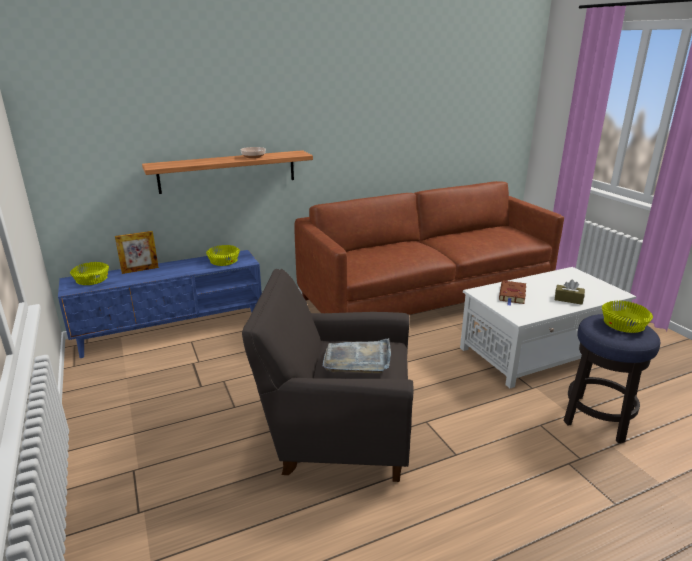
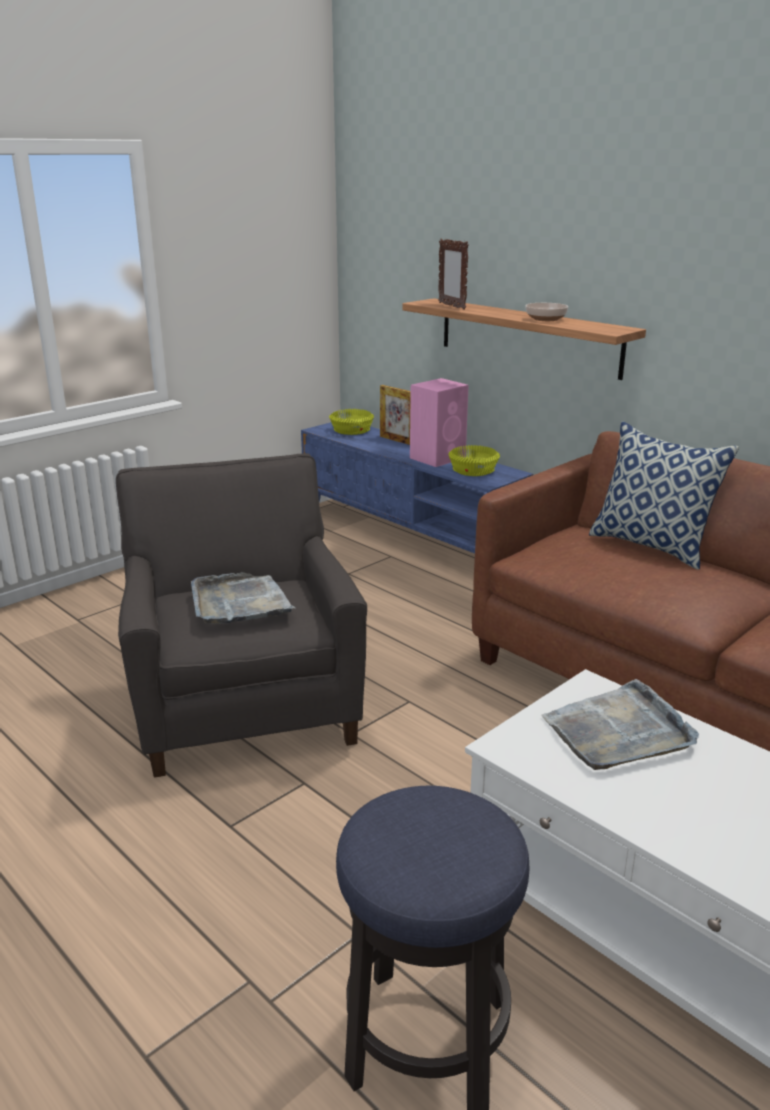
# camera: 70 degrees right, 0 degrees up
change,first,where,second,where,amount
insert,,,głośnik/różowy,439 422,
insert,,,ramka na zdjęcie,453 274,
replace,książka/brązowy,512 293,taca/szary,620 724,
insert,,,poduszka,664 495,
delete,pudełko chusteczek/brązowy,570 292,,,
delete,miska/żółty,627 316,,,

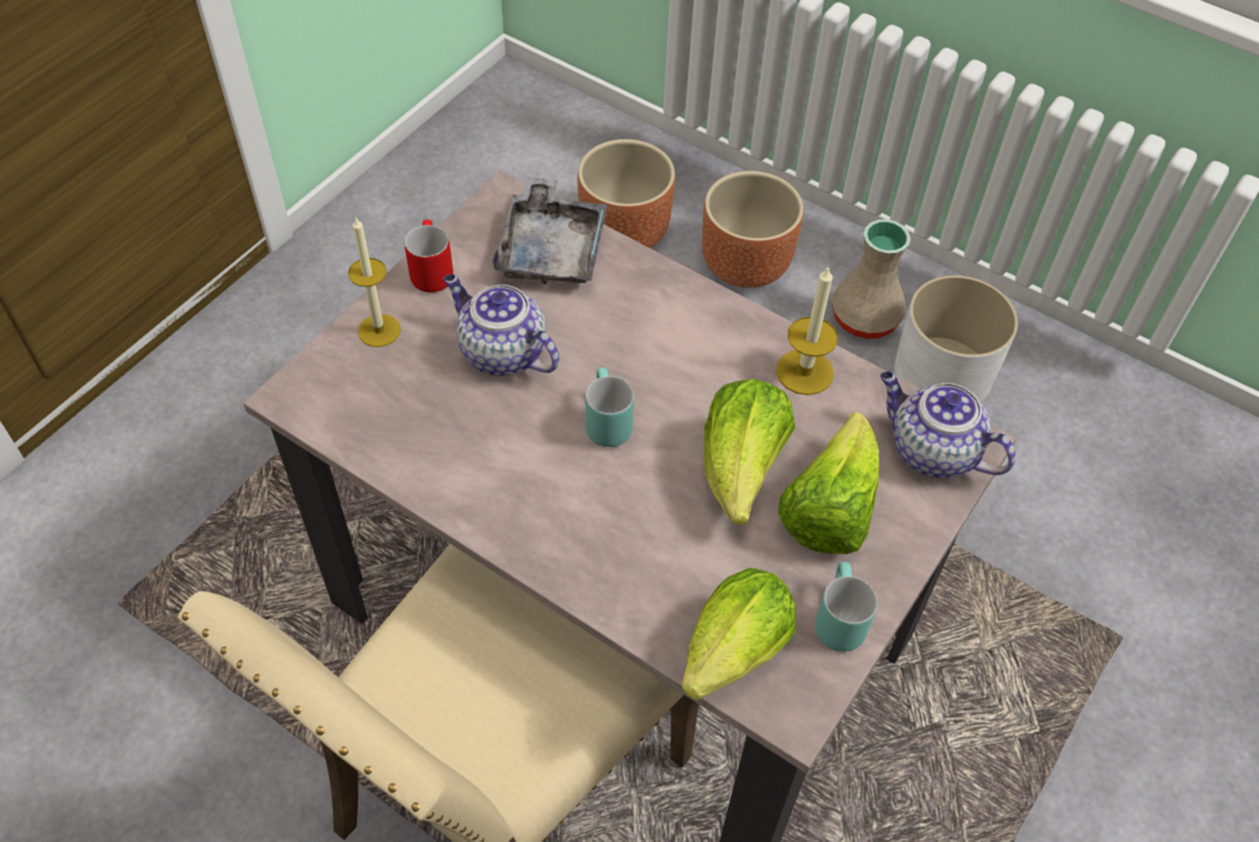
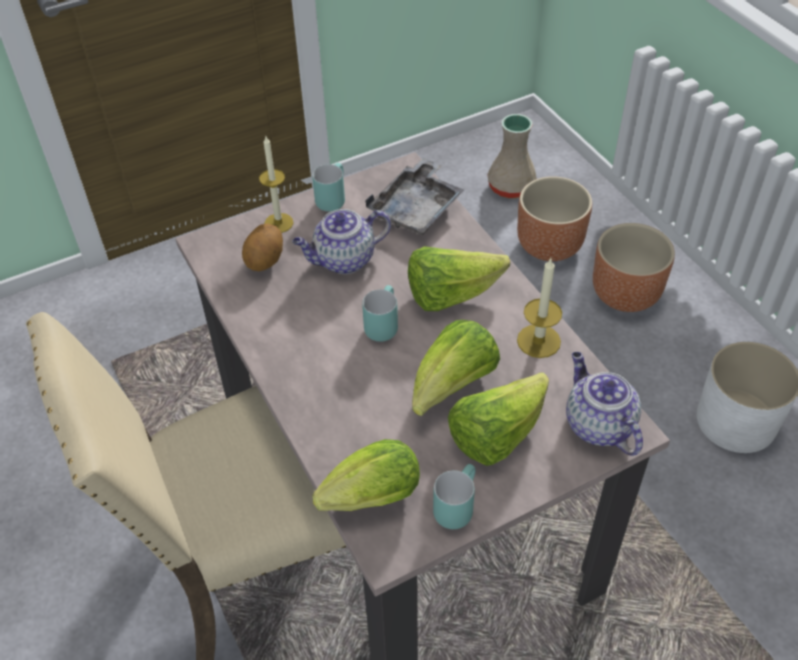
# camera: 30 degrees right, 5 degrees down
change,first,where,second,where,amount
insert,,,ziemniak,262 247,
rotate,imbryk,501 325,,341 241,90 degrees counterclockwise
recolor,kubek/czerwony,429 255,kubek/turkusowy,328 187,
insert,,,sałata,459 278,
move,wazon/beżowy,871 279,,512 156,

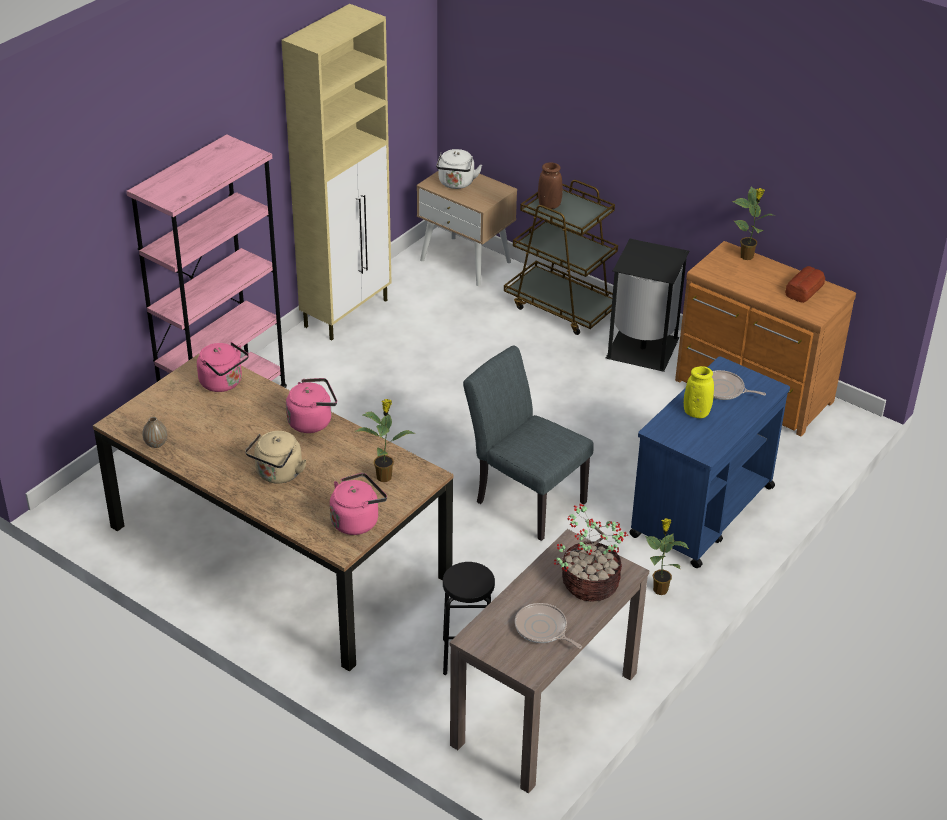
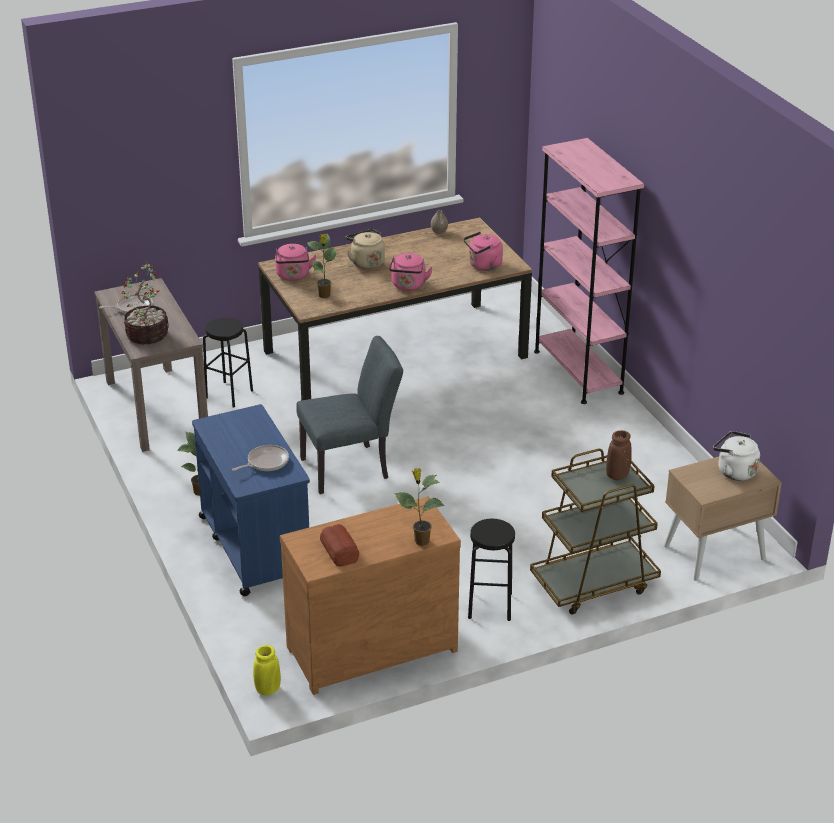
# camera: 120 degrees right, 5 degrees down
change,first,where,second,where,amount
move,wazon/żółty,699 392,,267 670,
replace,kosz na śmieci/czarny,647 305,stołek/czarny,491 570,
delete,szafka/beżowy,336 172,,,

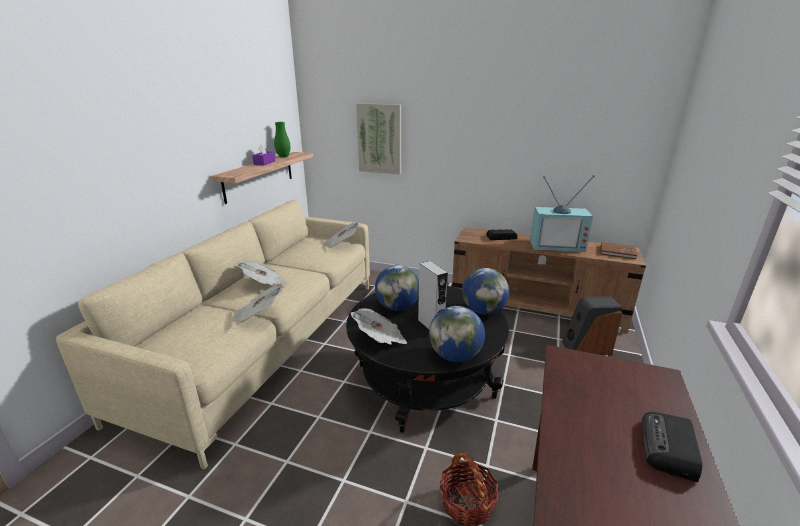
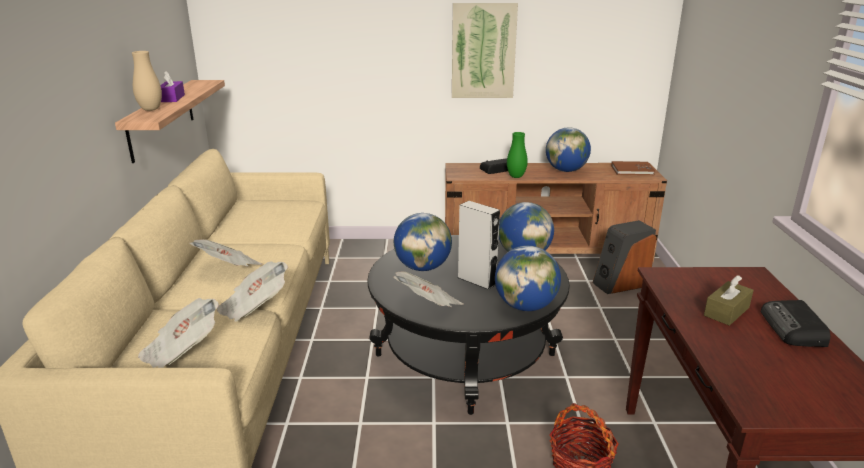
# camera: 20 degrees left, 0 degrees up
change,first,where,second,where,amount
insert,,,wazon/beżowy,147 81,
move,gazeta,341 235,,178 333,
move,obraz,378 138,,485 50,
move,wazon/zielony,282 140,,517 155,
replace,telewizor,562 213,globus,568 149,
insert,,,pudełko chusteczek/brązowy,729 301,

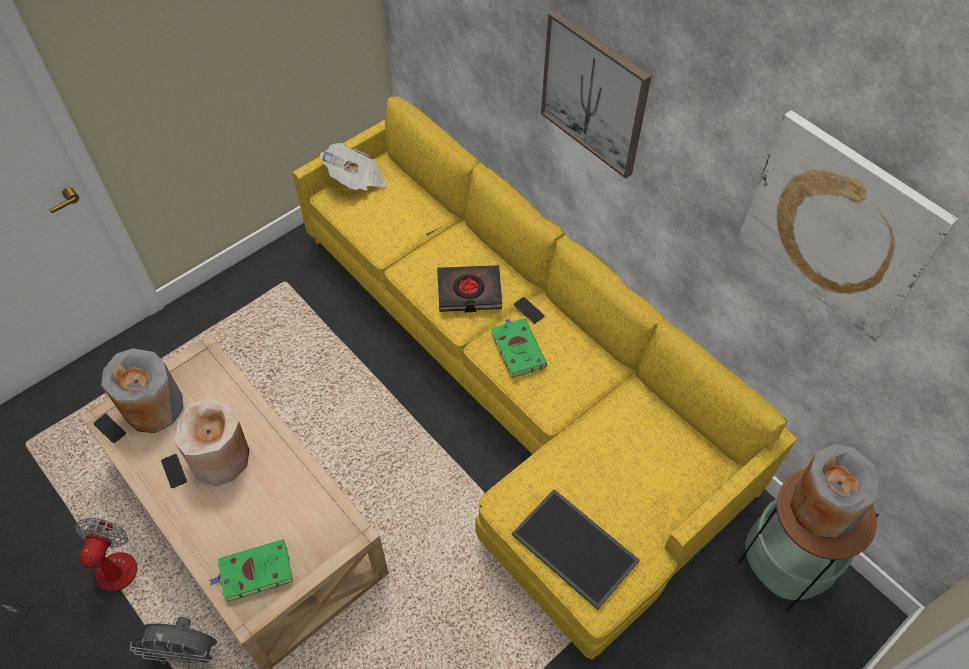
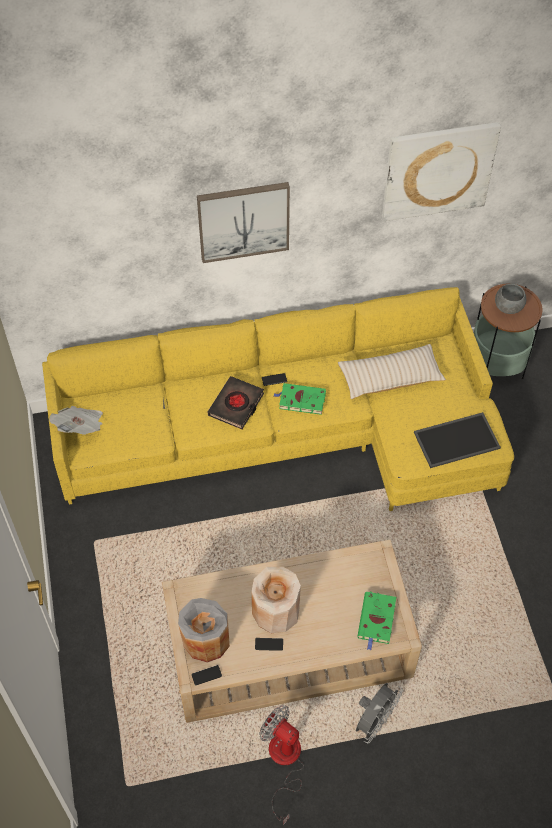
# camera: 60 degrees left, 0 degrees up
change,first,where,second,where,amount
insert,,,poduszka/beżowy,392 371,
replace,wazon/szary,834 491,miska/szary,510 299,

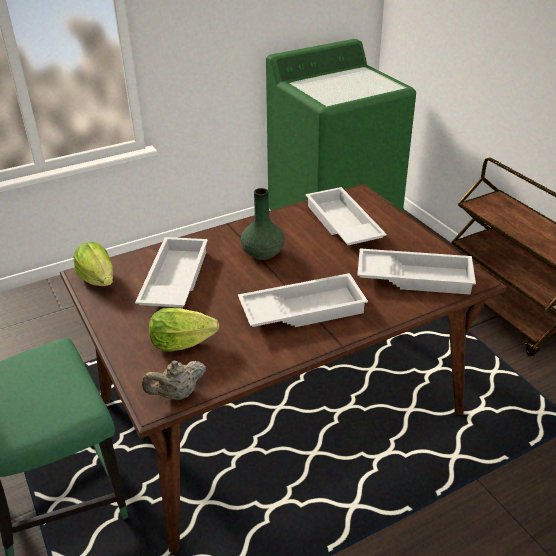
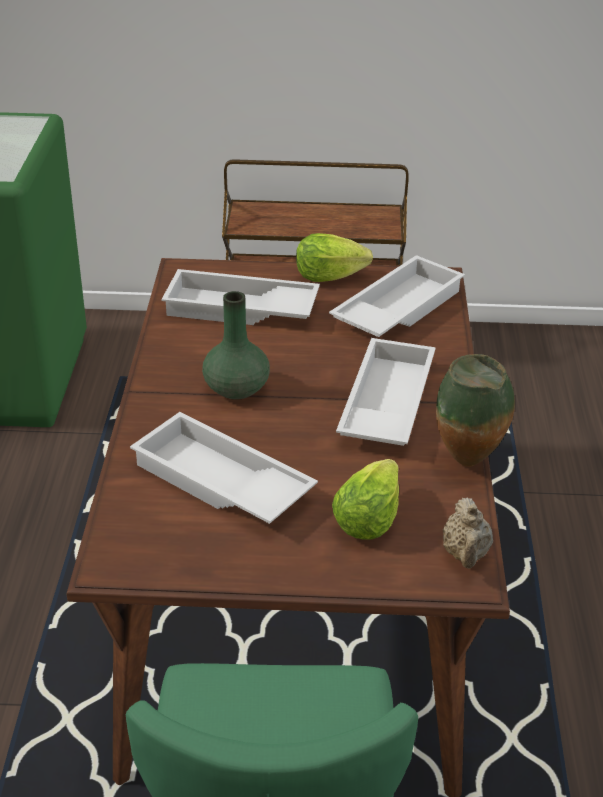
# camera: 60 degrees left, 0 degrees up
change,first,where,second,where,amount
move,sałata,93 264,,334 257,
insert,,,wazon,475 410,

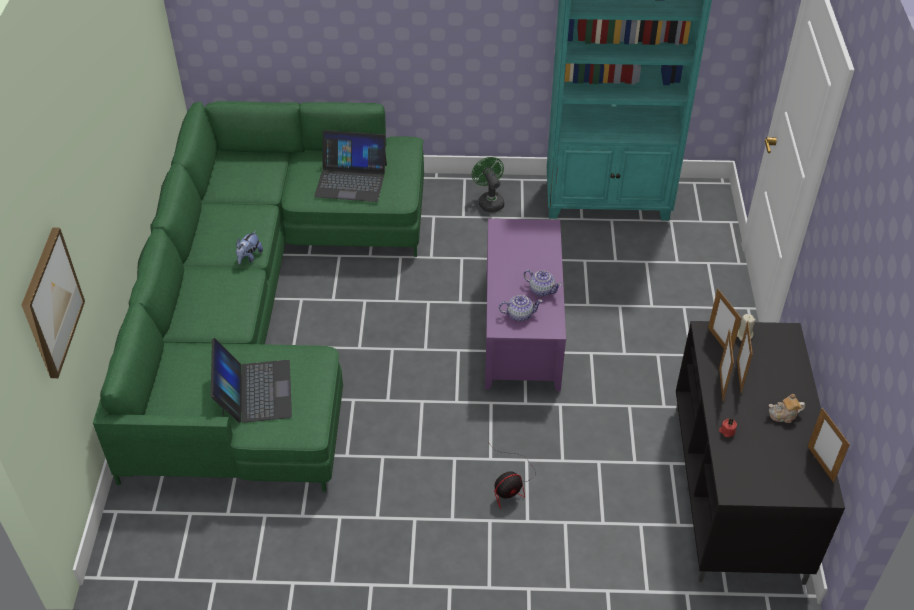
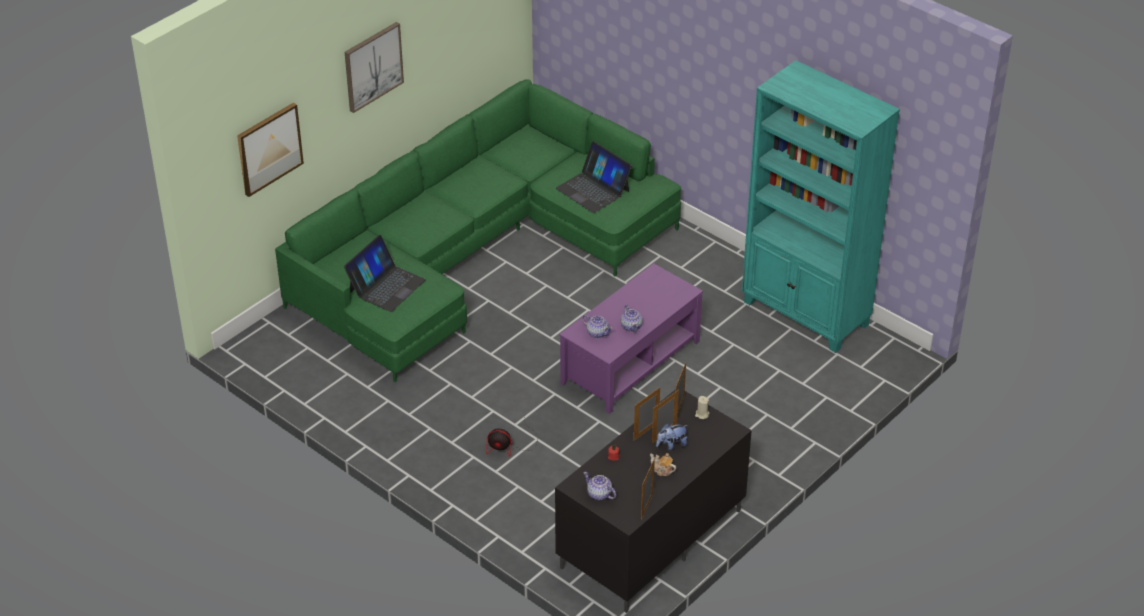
# camera: 40 degrees right, 5 degrees down
change,first,where,second,where,amount
insert,,,obraz,374 67,
insert,,,imbryk,600 486,
move,pluszak,249 248,,672 437,
delete,wentylator/zielony,488 184,,,

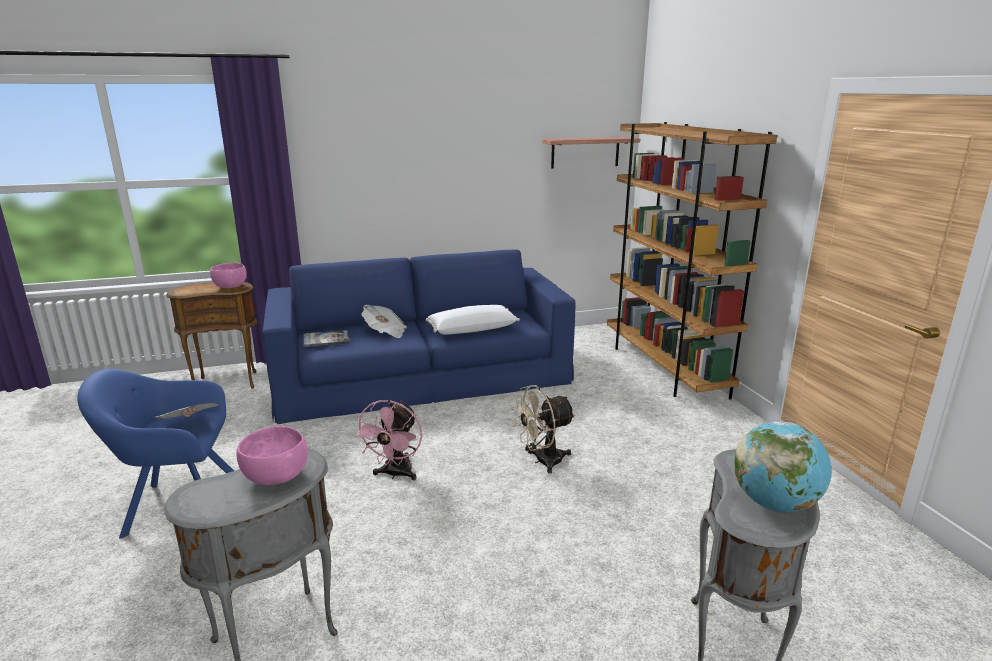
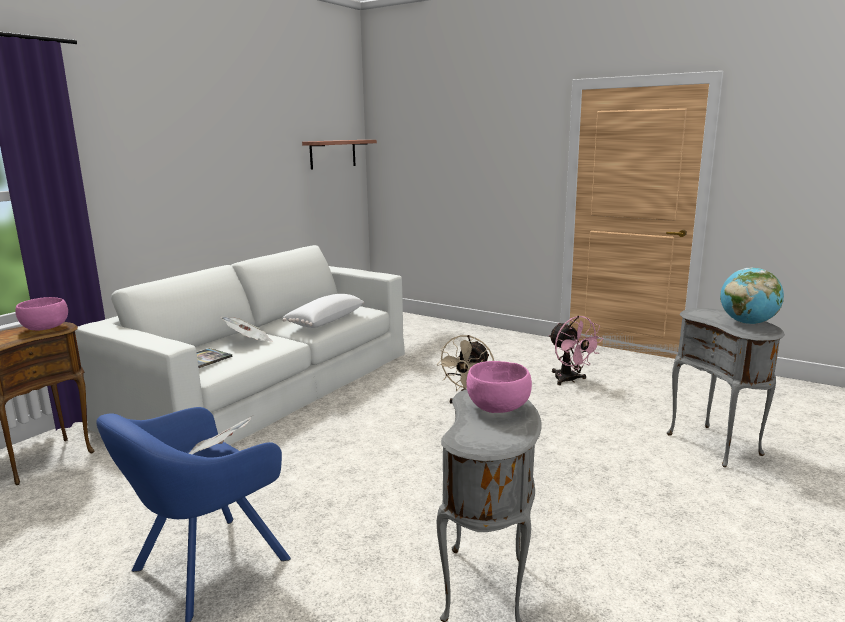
# camera: 40 degrees left, 5 degrees down
change,first,where,second,where,amount
recolor,kanapa/niebieski,419 336,kanapa/biały,240 345,
move,wentylator/różowy,388 440,,576 350,
delete,regał/brązowy,692 261,,,

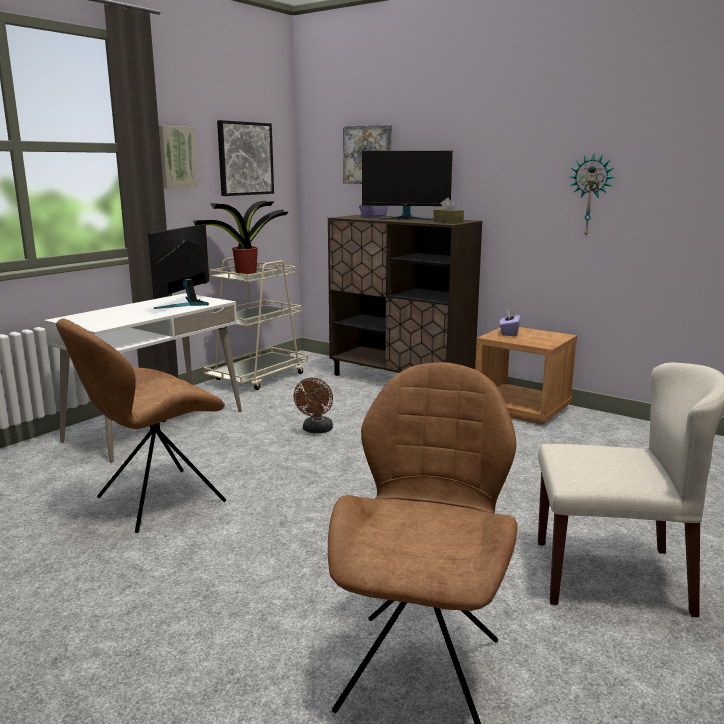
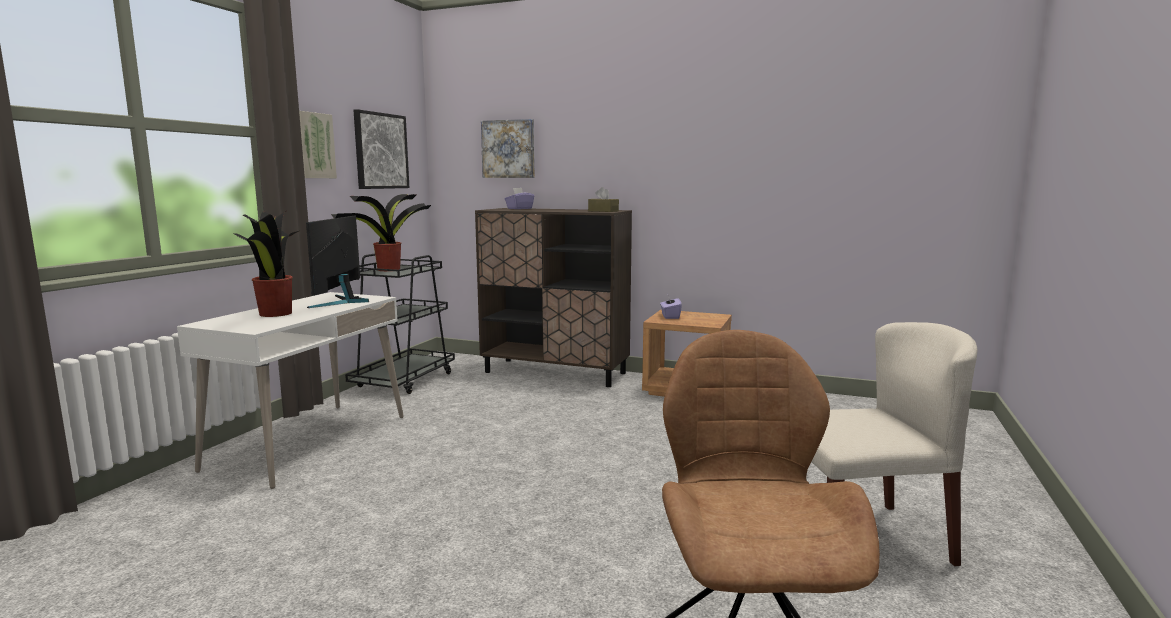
# camera: 15 degrees left, 5 degrees down
change,first,where,second,where,amount
insert,,,roślina doniczkowa,265 264,
recolor,wózek/beżowy,255 323,wózek/czarny,400 324,
delete,krzesło/brązowy,141 425,,,
delete,wentylator/brązowy,313 405,,,
delete,monitor,407 185,,,
delete,zegar ścienny,592 194,,,

